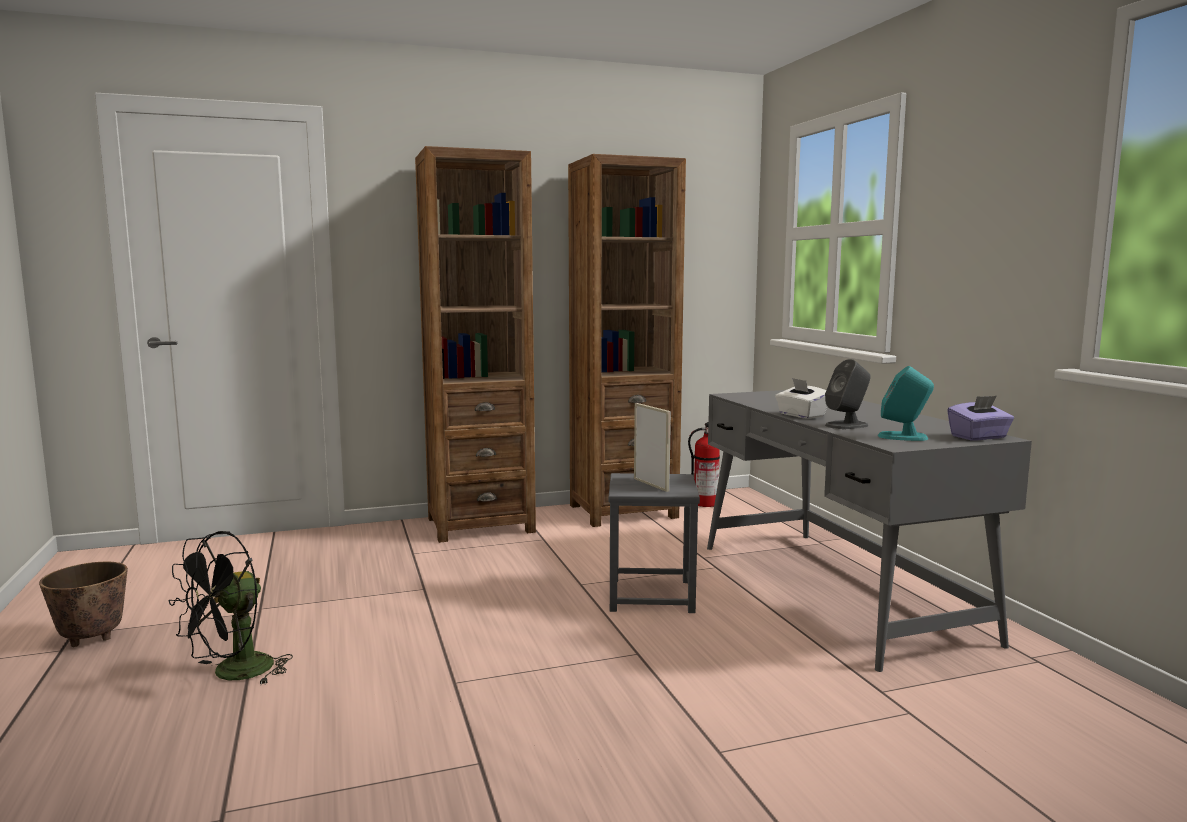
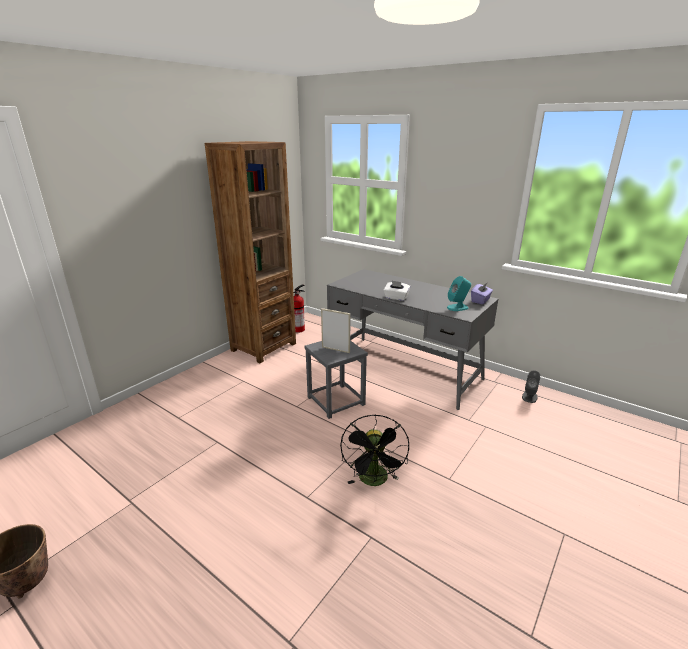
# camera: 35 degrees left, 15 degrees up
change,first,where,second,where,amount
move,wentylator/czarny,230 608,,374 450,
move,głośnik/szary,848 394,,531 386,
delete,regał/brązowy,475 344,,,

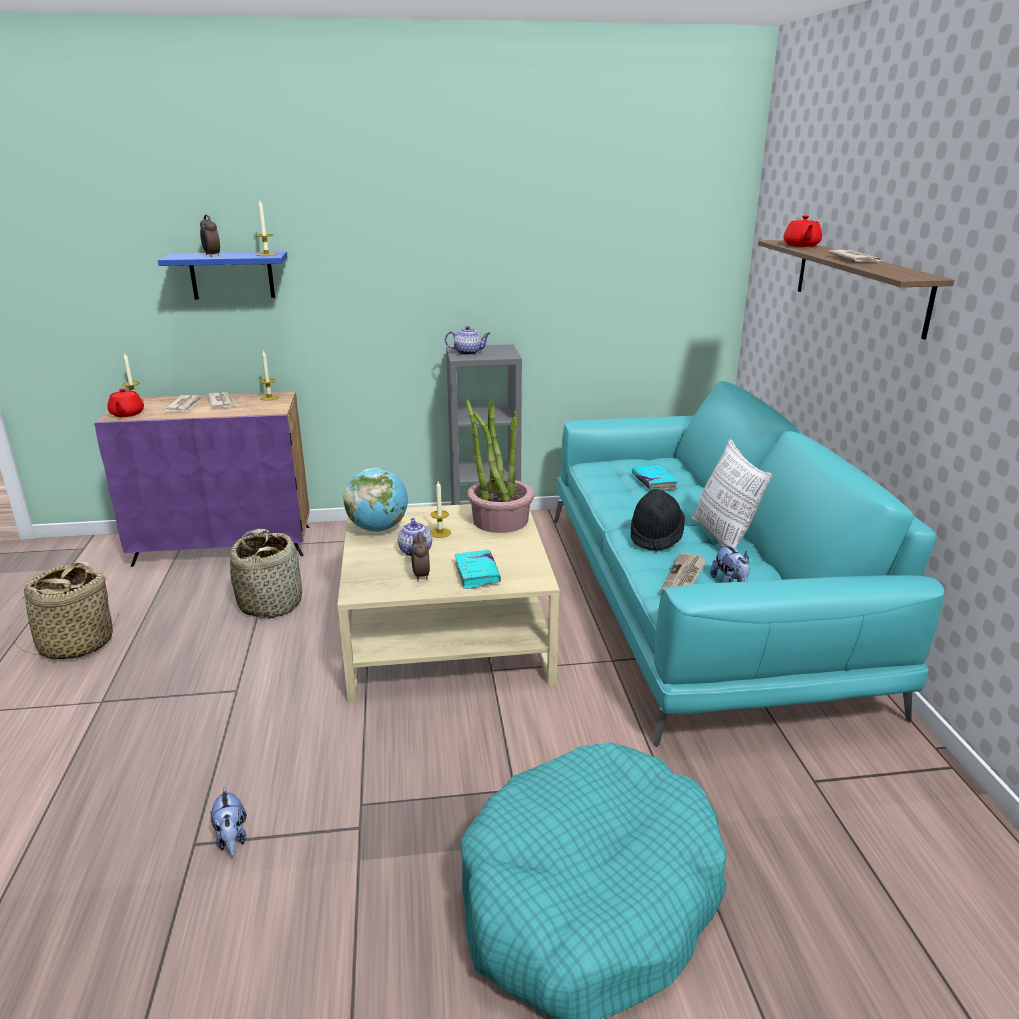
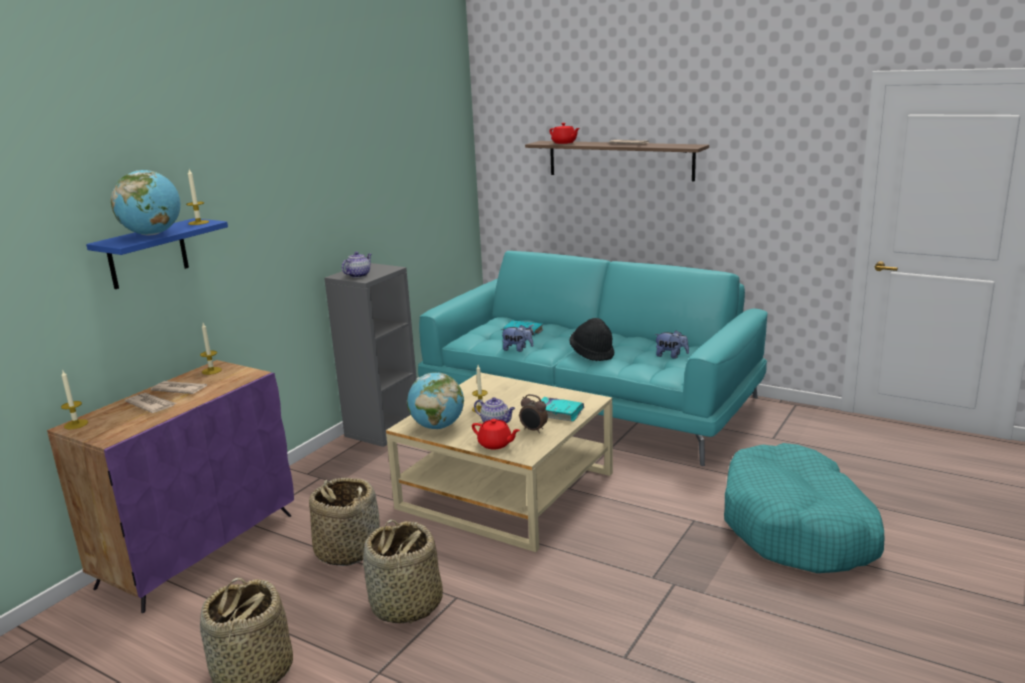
# camera: 50 degrees left, 5 degrees down
change,first,where,second,where,amount
replace,budzik,210 236,globus,145 202,
insert,,,koszyk,403 571,
move,imbryk/czerwony,125 402,,496 434,
move,pluszak,229 821,,517 338,
delete,roślina doniczkowa,500 465,,,
delete,gazeta,684 572,,,
delete,poduszka,732 494,,,

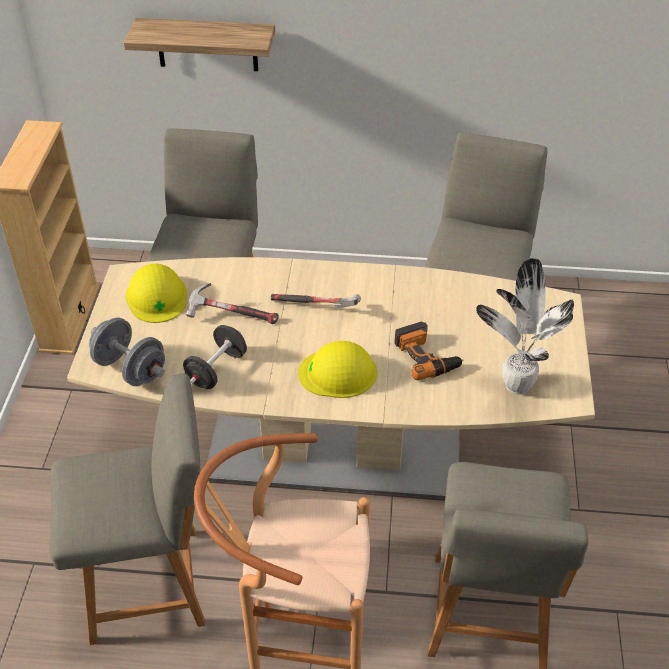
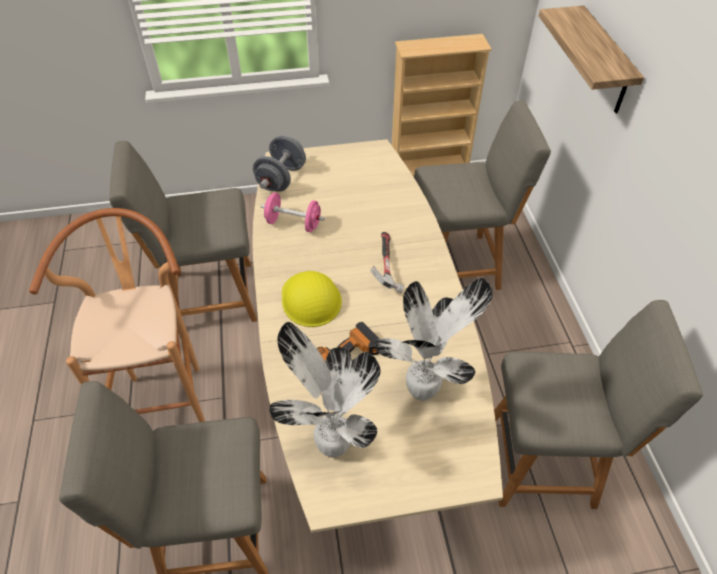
# camera: 75 degrees right, 5 degrees up
change,first,where,second,where,amount
rotate,krzesło/szary,127 509,,183 231,105 degrees clockwise
recolor,hantel/czarny,215 357,hantel/różowy,293 212,
insert,,,roślina doniczkowa,434 339,
delete,kask/żółty,156 293,,,
delete,młotek,232 303,,,

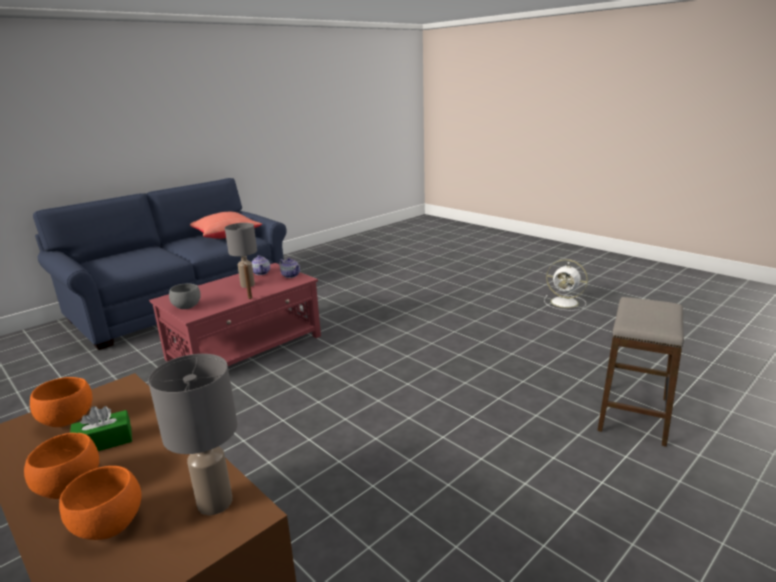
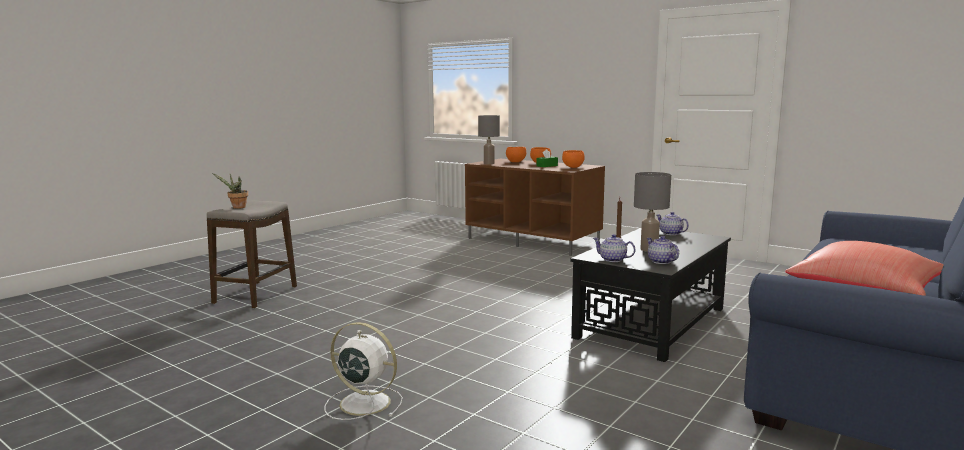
# camera: 170 degrees right, 10 degrees down
change,first,where,second,where,amount
insert,,,roślina doniczkowa,230 191,
move,wentylator/biały,566 285,,363 371,
recolor,ława/czerwony,235 314,ława/czarny,650 295,
replace,miska/szary,185 296,imbryk,673 223,

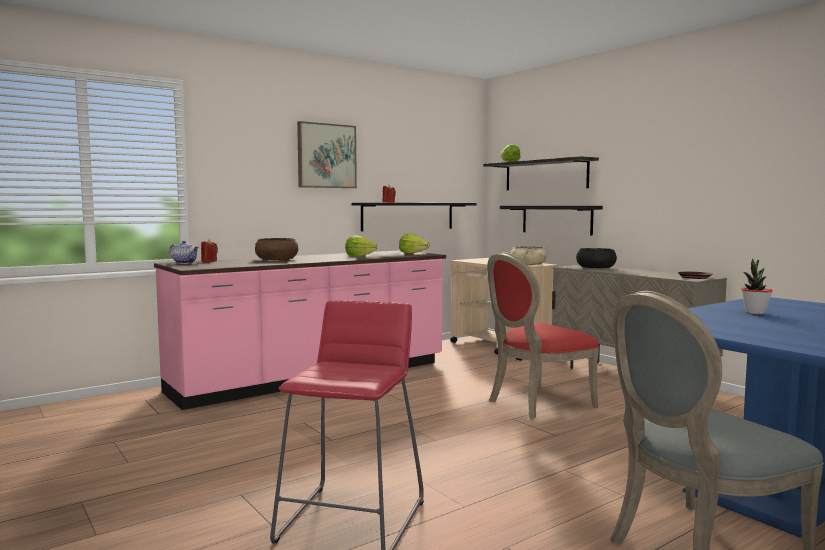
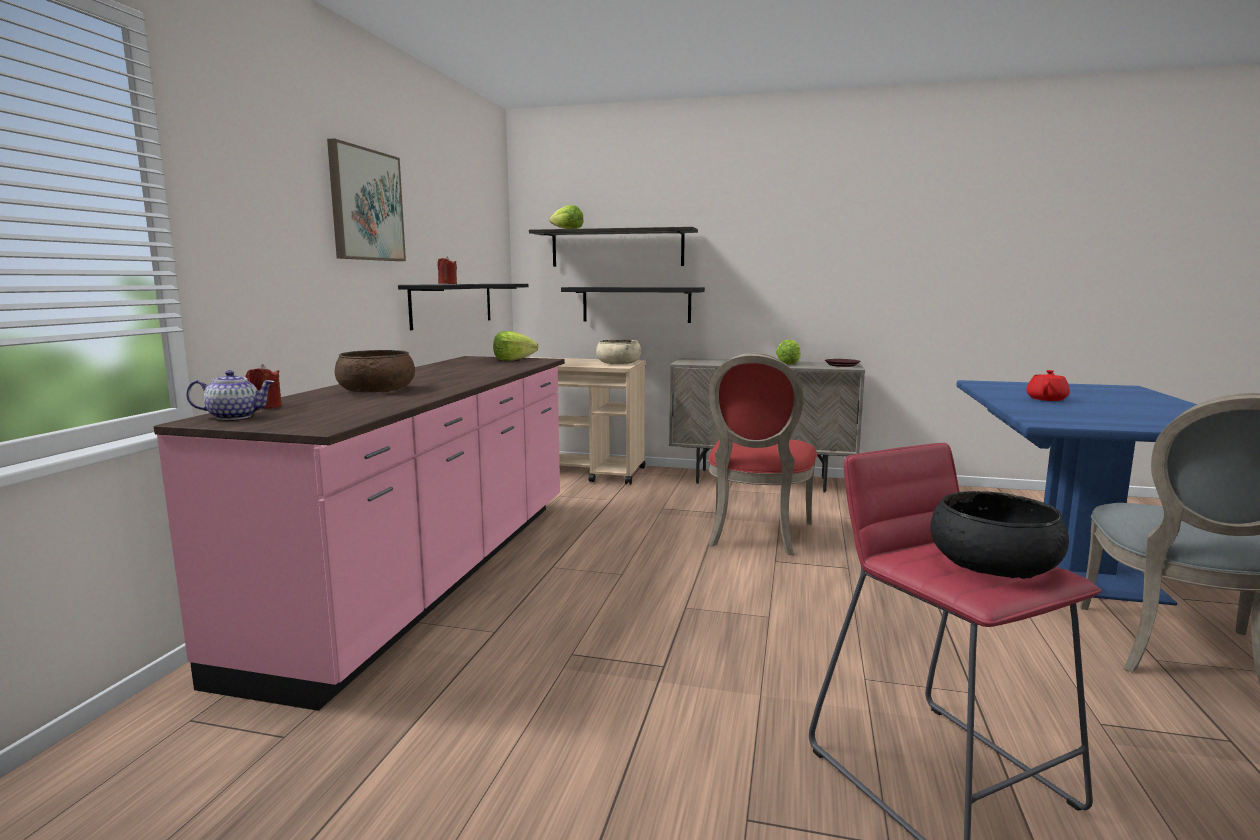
# camera: 40 degrees left, 5 degrees up
change,first,where,second,where,amount
move,sałata,361 246,,788 351,
move,miska/czarny,596 258,,999 535,
replace,roślina doniczkowa,756 286,imbryk/czerwony,1048 385,

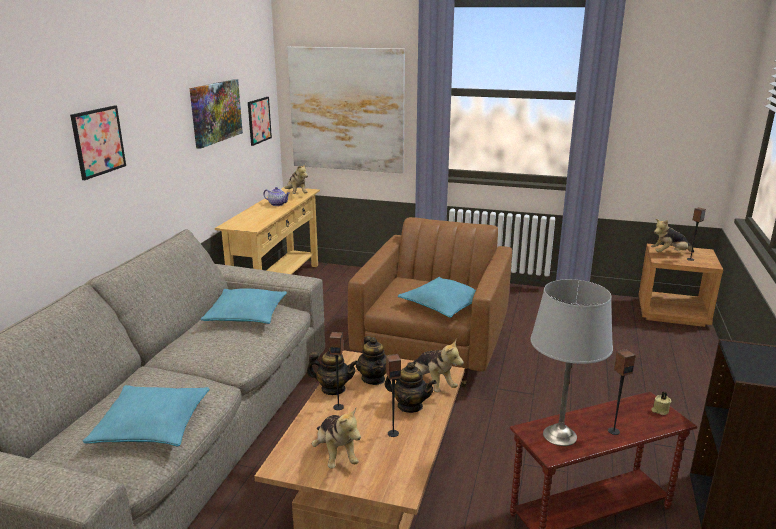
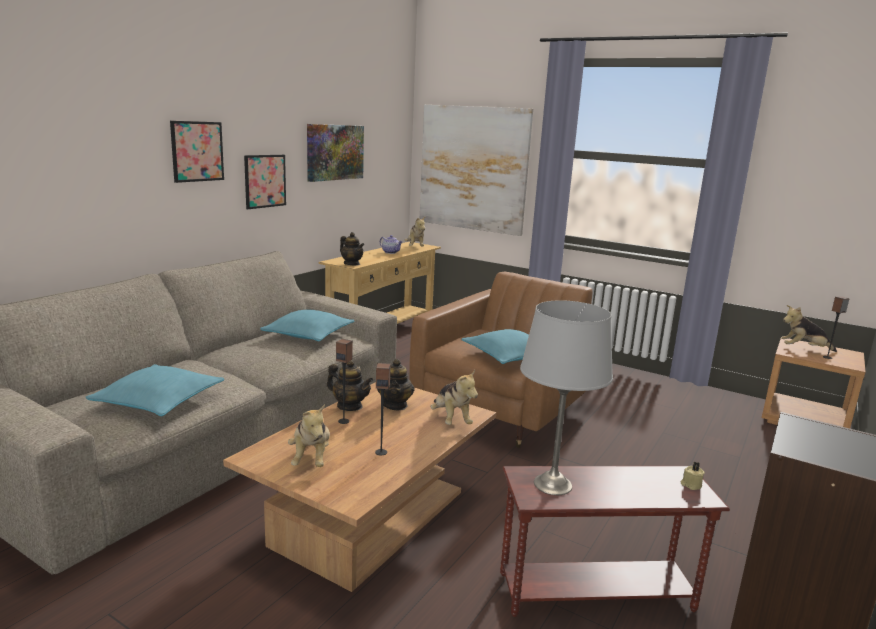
# camera: 15 degrees right, 5 degrees down
change,first,where,second,where,amount
move,obraz,260 121,,265 182,
move,imbryk,410 387,,352 249,
delete,głośnik,622 392,,,

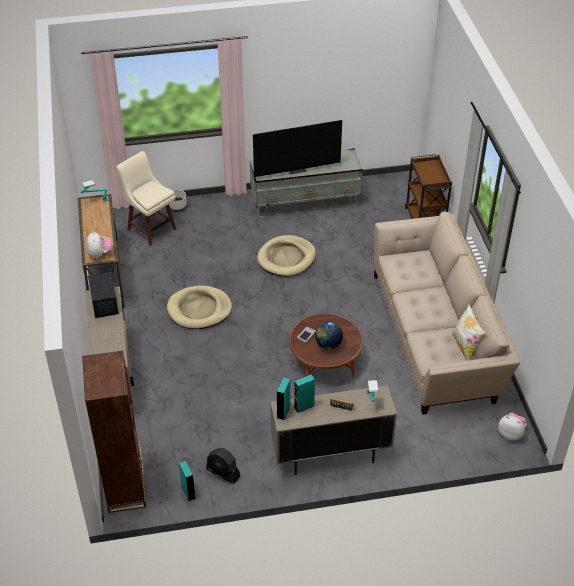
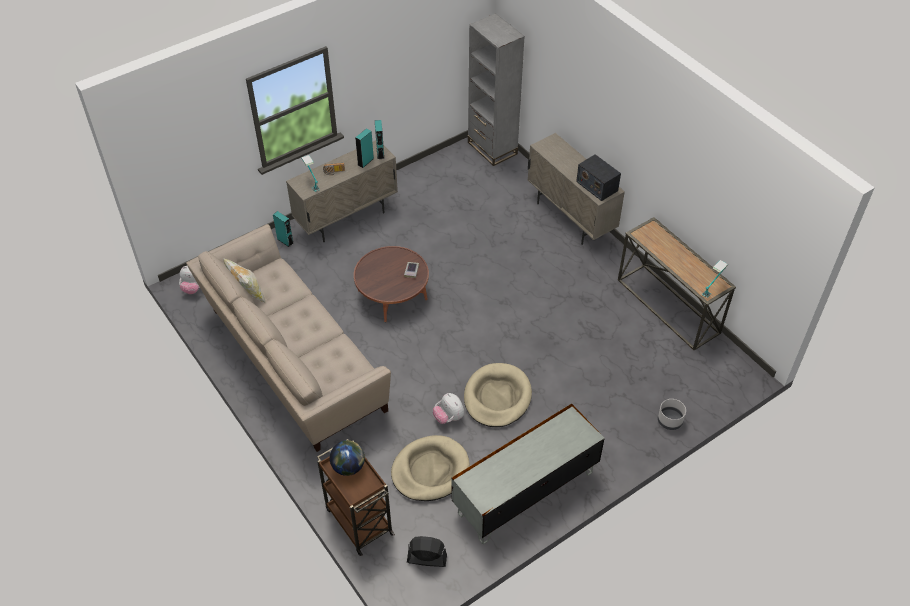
# camera: 155 degrees right, 5 degrees up
change,first,where,second,where,amount
move,głośnik/turkusowy,187 481,,283 229,
move,globus,329 335,,347 458,
move,legowisko/beżowy,199 307,,430 468,
move,wentylator/czarny,223 466,,427 551,
move,pluszak,100 244,,448 408,
recolor,regał/brązowy,114 432,regał/szary,496 89,
delete,stołek/beżowy,146 198,,,
delete,telewizor,297 148,,,

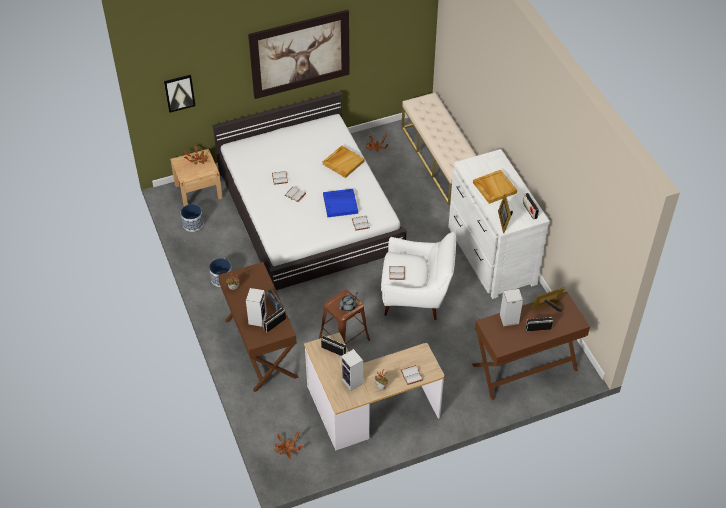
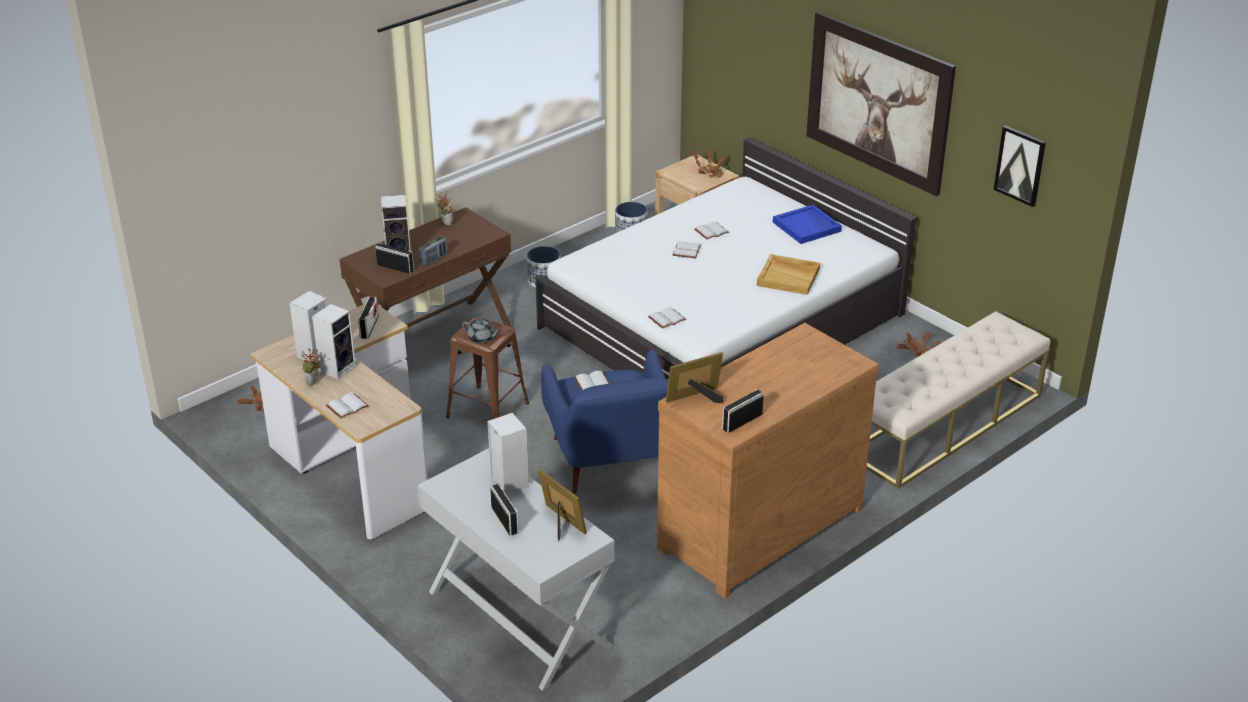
# camera: 70 degrees right, 15 degrees down
change,first,where,second,where,amount
insert,,,głośnik,334 341,
recolor,stolik konsolowy/brązowy,531 345,stolik konsolowy/biały,516 569,
recolor,fotel/biały,418 276,fotel/niebieski,605 421,
recolor,komoda/biały,499 224,komoda/brązowy,768 461,
move,taca/niebieski,340 203,,807 224,
move,obraz,179 93,,1020 166,
delete,taca/beżowy,495 187,,,

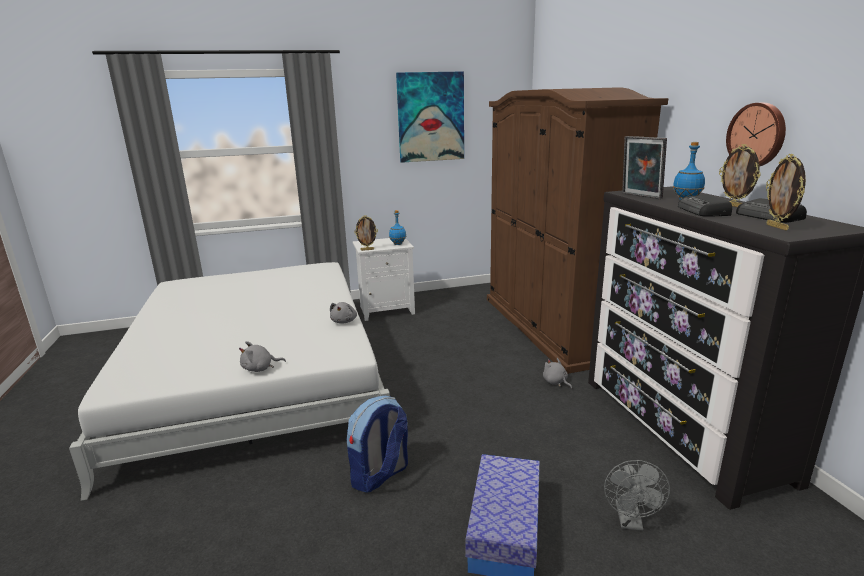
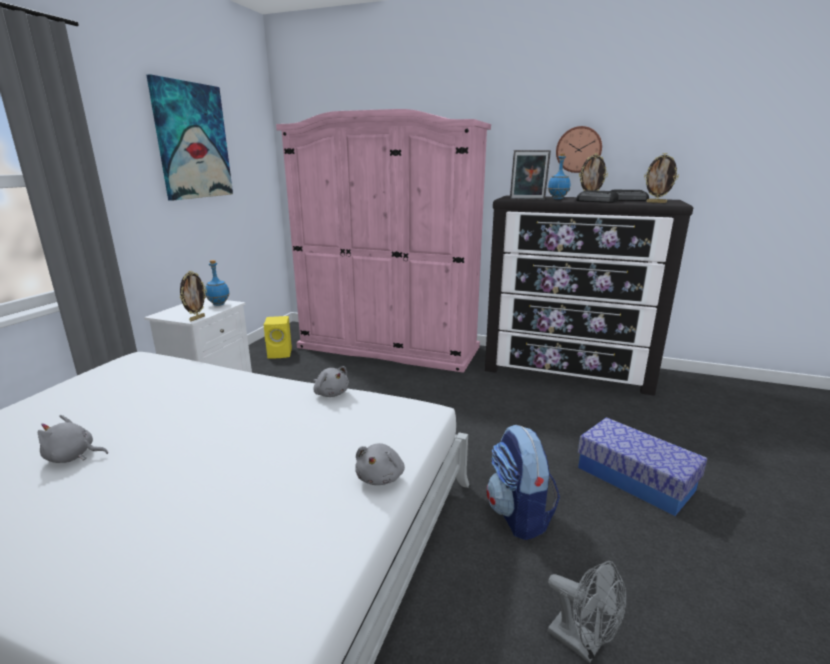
# camera: 55 degrees left, 0 degrees up
change,first,where,second,where,amount
move,pluszak/szary,557 373,,73 439,
insert,,,głośnik/żółty,278 337,
recolor,szafa/brązowy,577 230,szafa/różowy,383 241,
move,wentylator/szary,637 495,,587 612,

